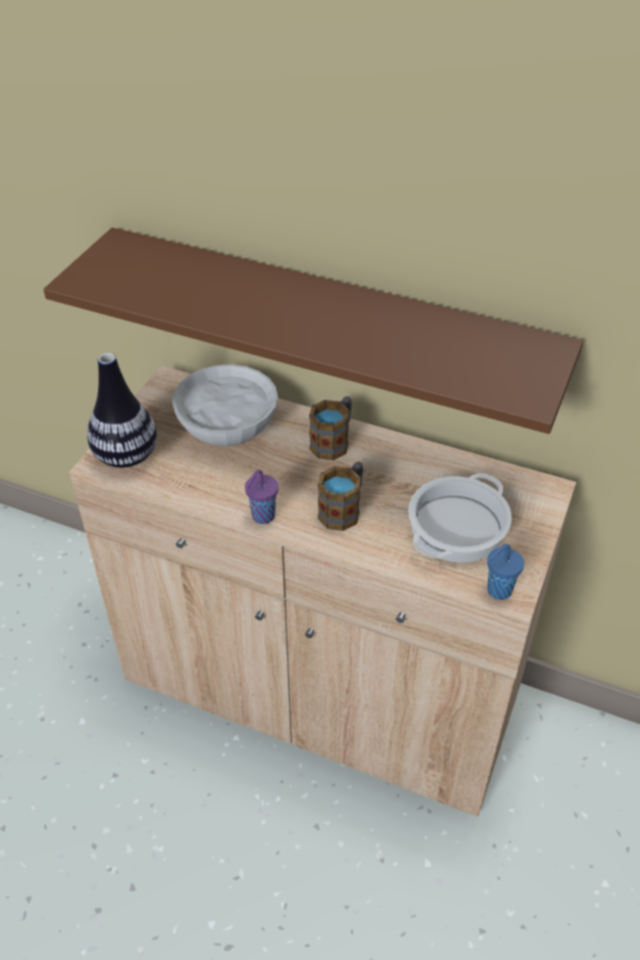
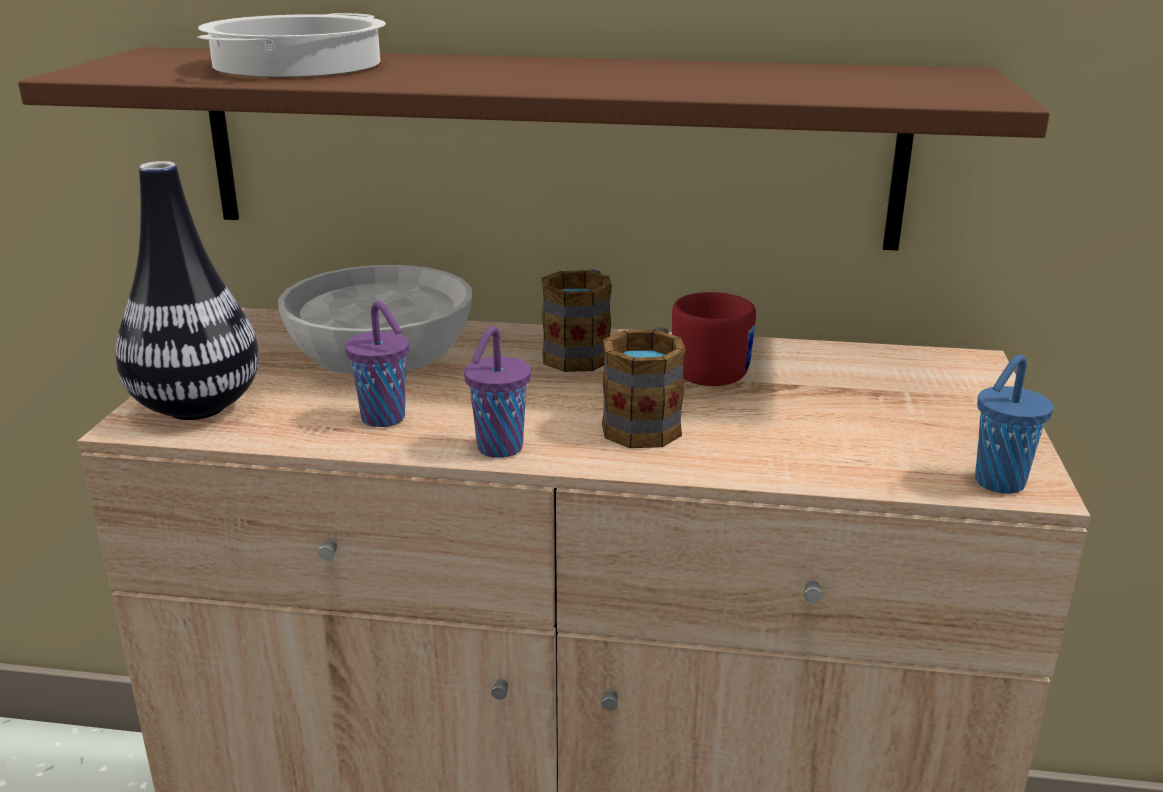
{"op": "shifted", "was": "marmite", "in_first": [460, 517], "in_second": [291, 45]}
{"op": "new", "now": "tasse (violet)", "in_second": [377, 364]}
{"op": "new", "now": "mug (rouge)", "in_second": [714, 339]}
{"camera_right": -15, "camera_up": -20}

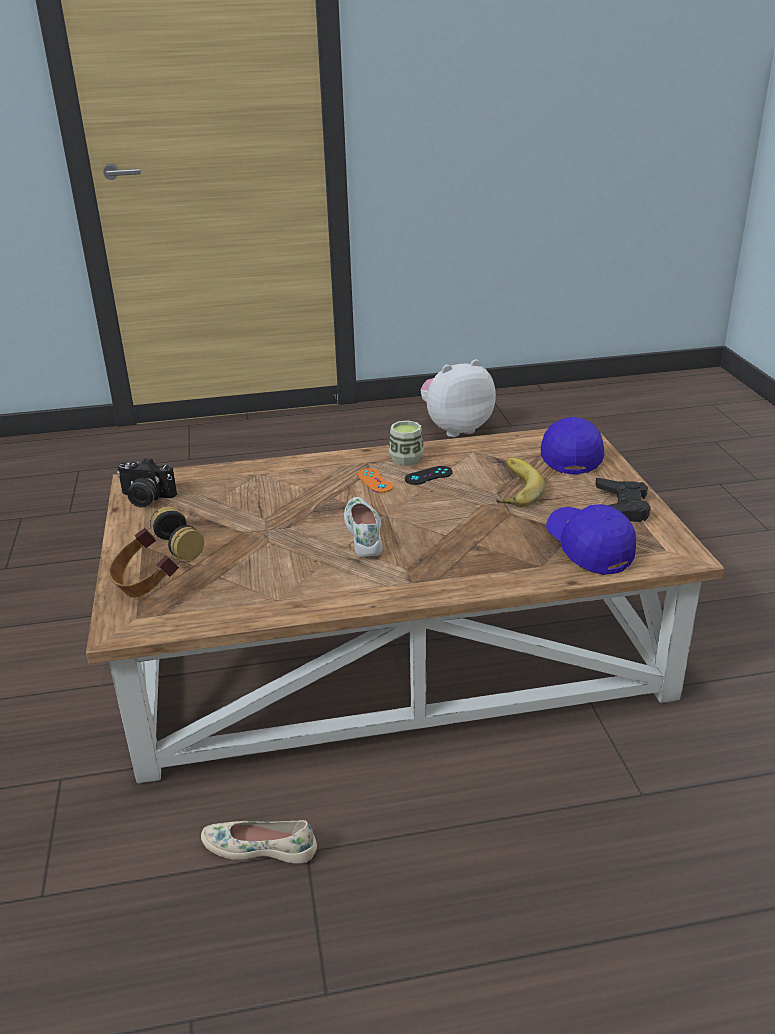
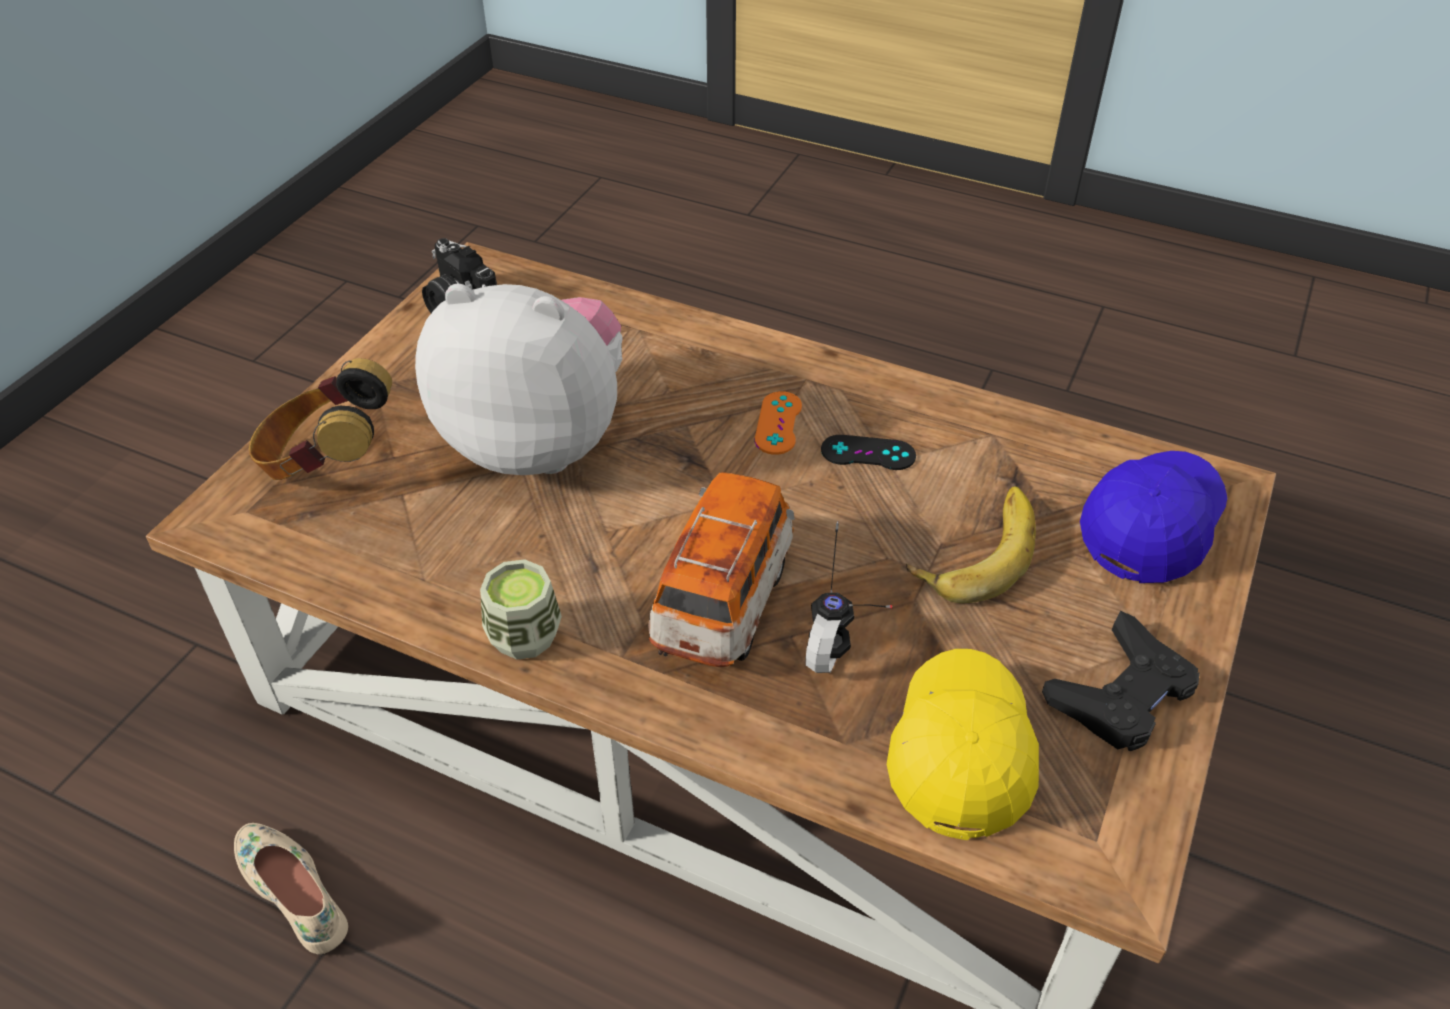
{"op": "gone", "was": "chaussure (blanc)", "in_first": [363, 527]}
{"op": "shifted", "was": "tasse", "in_first": [406, 443], "in_second": [521, 609]}
{"op": "shifted", "was": "peluche", "in_first": [458, 398], "in_second": [519, 379]}
{"op": "repainted", "was": "casquette (bleu)", "now": "casquette (jaune)", "in_first": [591, 539], "in_second": [962, 744]}
{"op": "new", "now": "petite voiture", "in_second": [721, 569]}
{"op": "new", "now": "casque audio", "in_second": [848, 597]}
{"camera_right": 35, "camera_up": 15}

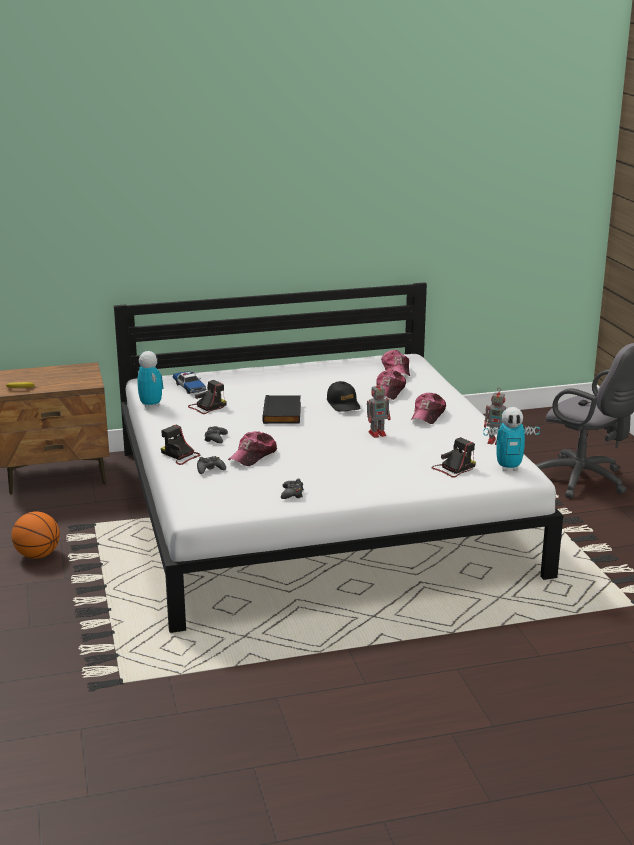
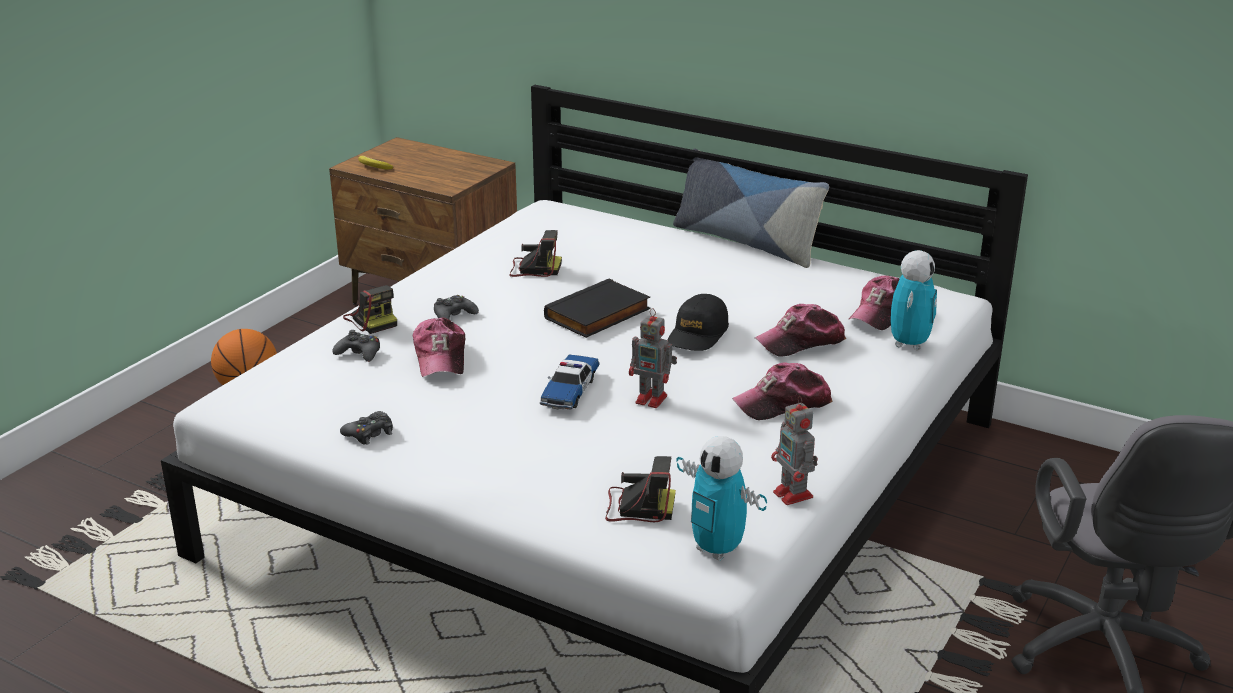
{"op": "shifted", "was": "robot jouet", "in_first": [150, 379], "in_second": [914, 300]}
{"op": "rotated", "was": "appareil photo", "in_first": [180, 445], "in_second": [370, 309], "clockwise": 150}
{"op": "shifted", "was": "petite voiture", "in_first": [189, 382], "in_second": [569, 382]}
{"op": "rotated", "was": "casquette", "in_first": [252, 448], "in_second": [439, 347], "clockwise": -90}
{"op": "new", "now": "coussin", "in_second": [751, 208]}
{"camera_right": 45, "camera_up": 5}

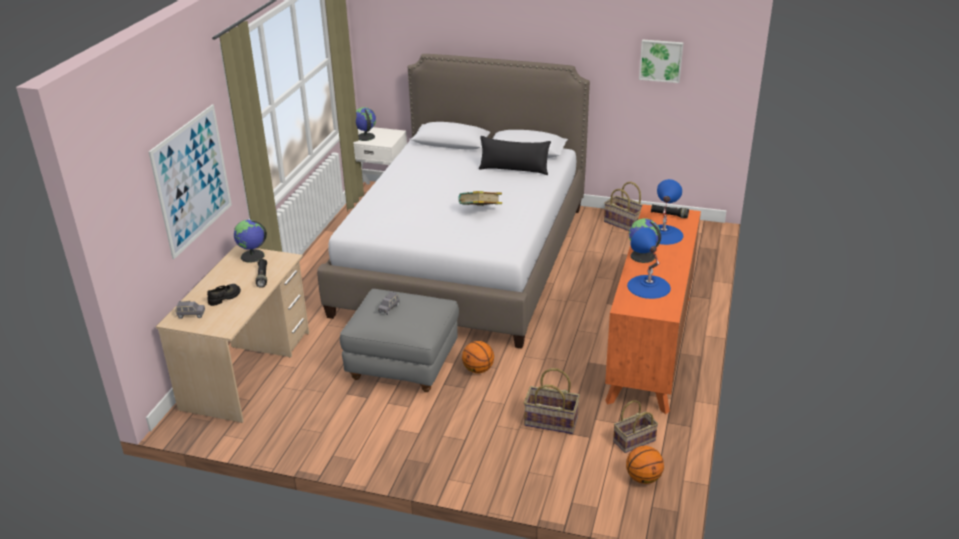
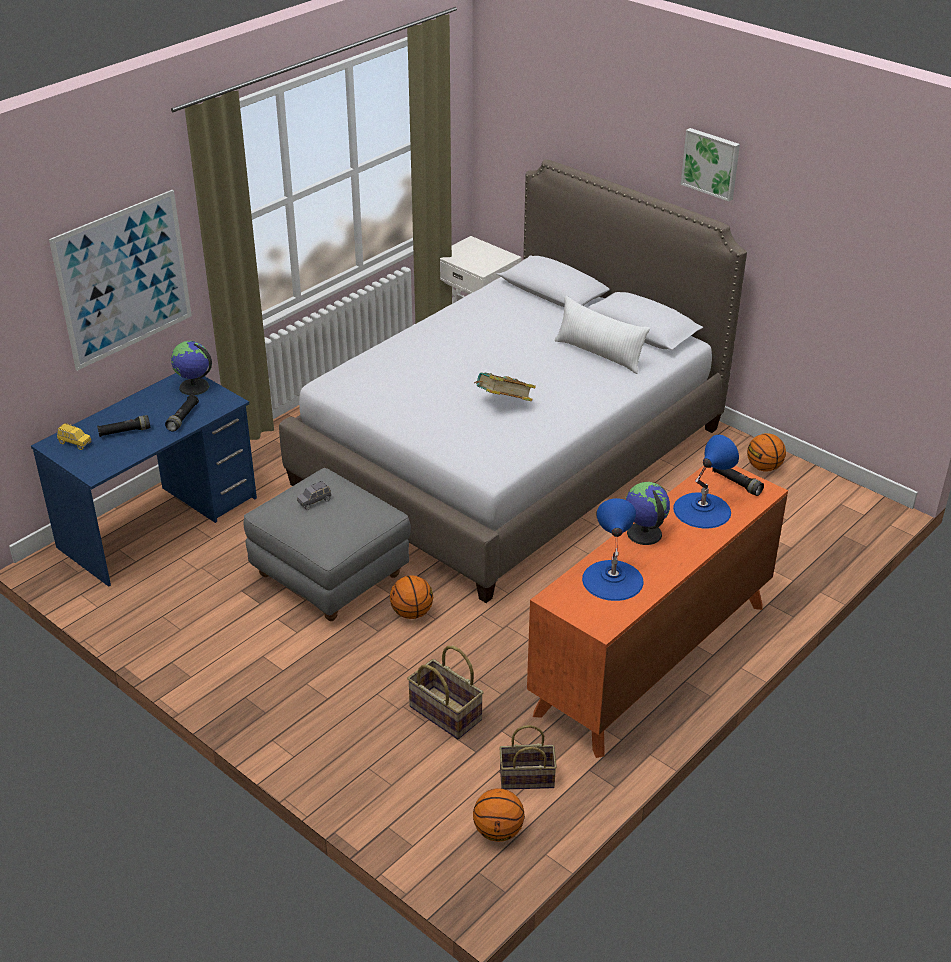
{"op": "repainted", "was": "bureau (beige)", "now": "bureau (bleu)", "in_first": [232, 334], "in_second": [144, 480]}
{"op": "repainted", "was": "petite voiture (gris)", "now": "petite voiture (jaune)", "in_first": [190, 310], "in_second": [74, 436]}
{"op": "swapped", "was": "chaussure (noir)", "now": "lampe de poche (noir)", "in_first": [224, 295], "in_second": [123, 426]}
{"op": "gone", "was": "globe", "in_first": [366, 124]}
{"op": "repainted", "was": "coussin (noir)", "now": "coussin (blanc)", "in_first": [515, 155], "in_second": [602, 335]}
{"op": "swapped", "was": "panier", "now": "ballon de basket", "in_first": [623, 206], "in_second": [766, 452]}
{"op": "shifted", "was": "tableau", "in_first": [661, 61], "in_second": [710, 165]}
{"camera_right": 25, "camera_up": 5}

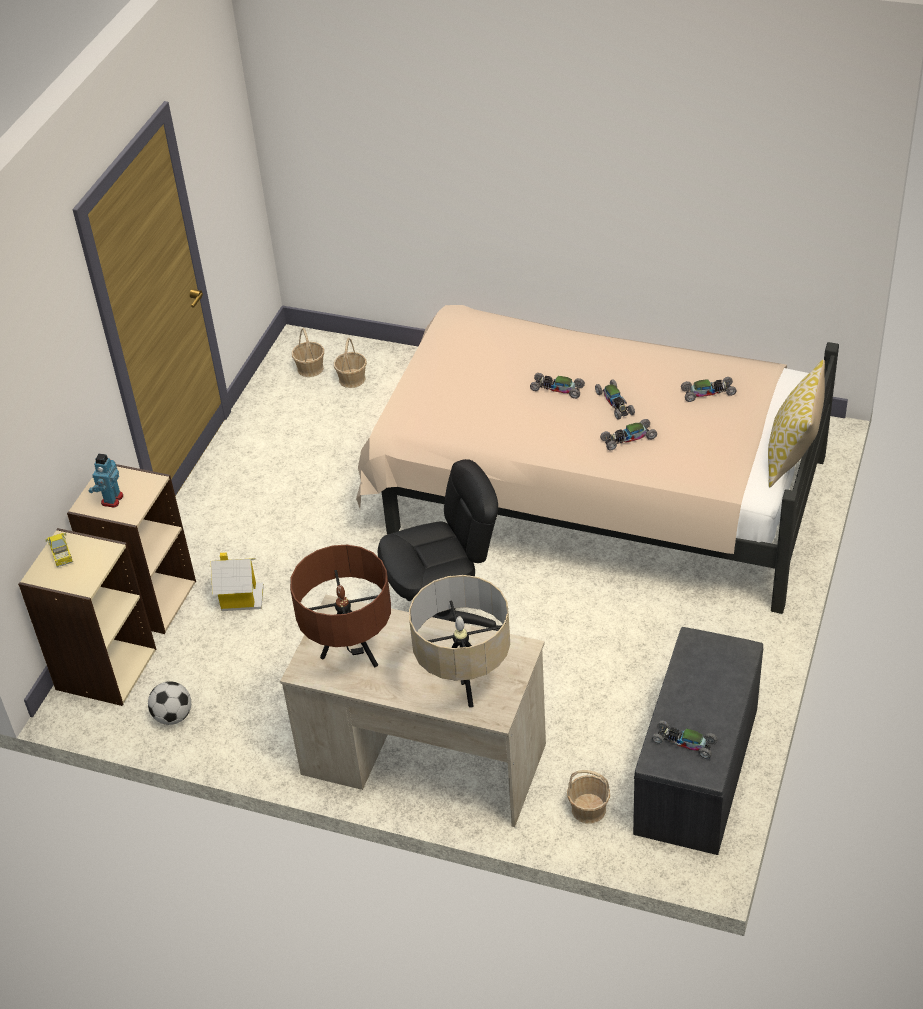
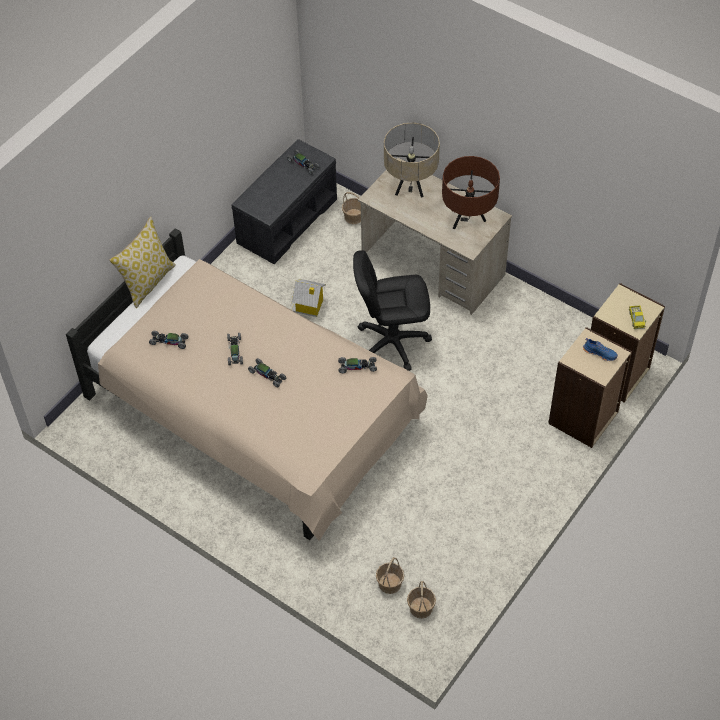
{"op": "swapped", "was": "robot jouet", "now": "chaussure (bleu)", "in_first": [106, 480], "in_second": [600, 349]}
{"op": "gone", "was": "ballon de foot", "in_first": [169, 703]}
{"op": "shifted", "was": "maison miniature", "in_first": [237, 582], "in_second": [309, 298]}
{"op": "shifted", "was": "petite voiture", "in_first": [628, 435], "in_second": [357, 365]}
{"camera_right": -165, "camera_up": 10}

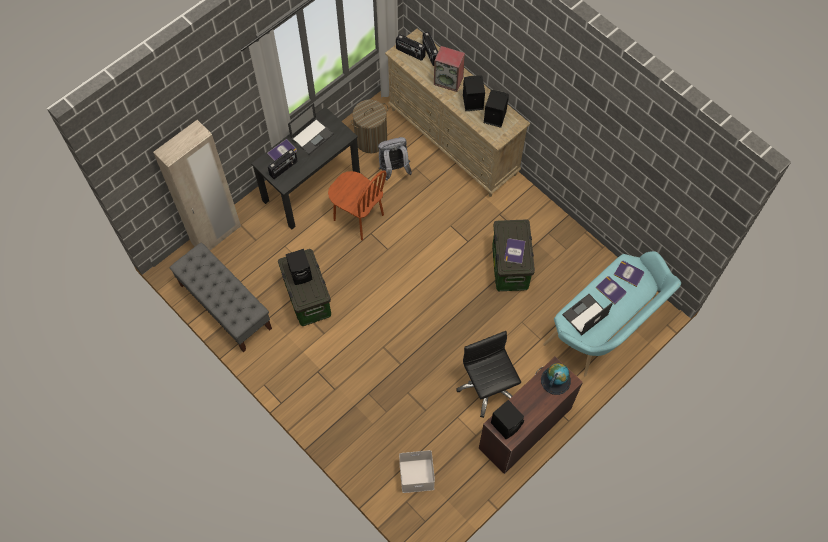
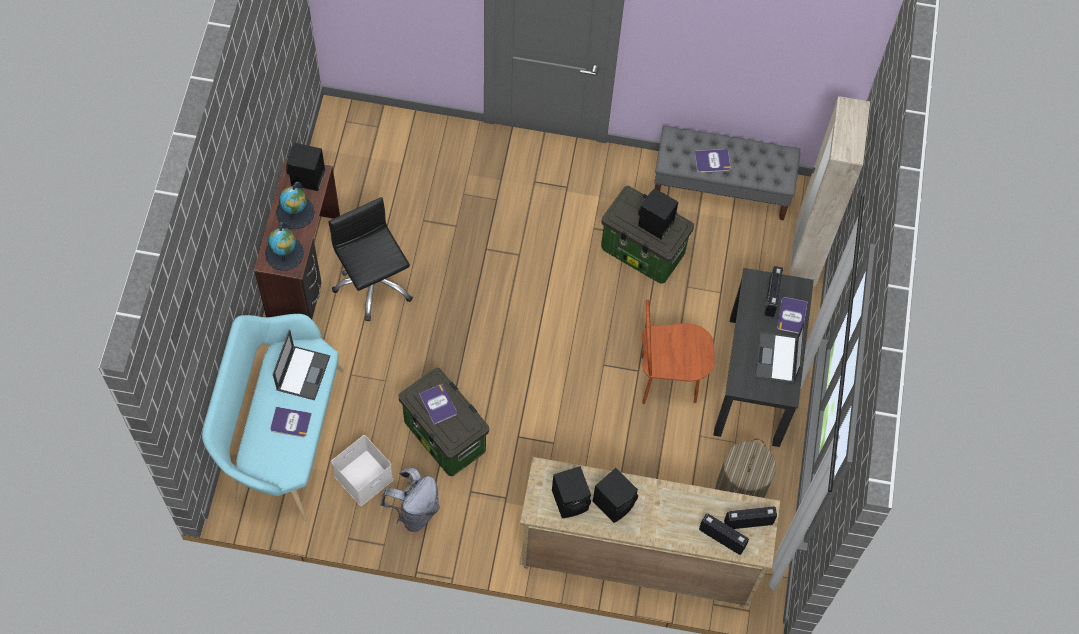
{"op": "shifted", "was": "sac à dos (gris)", "in_first": [395, 159], "in_second": [410, 500]}
{"op": "shifted", "was": "boîte de rangement (blanc)", "in_first": [417, 471], "in_second": [362, 470]}
{"op": "gone", "was": "enceinte", "in_first": [449, 69]}
{"op": "rotated", "was": "chaise de bureau (noir)", "in_first": [488, 374], "in_second": [370, 259], "clockwise": -150}
{"op": "shifted", "was": "livre", "in_first": [629, 274], "in_second": [712, 161]}
{"op": "new", "now": "globe", "in_second": [295, 205]}
{"camera_right": 140, "camera_up": 0}

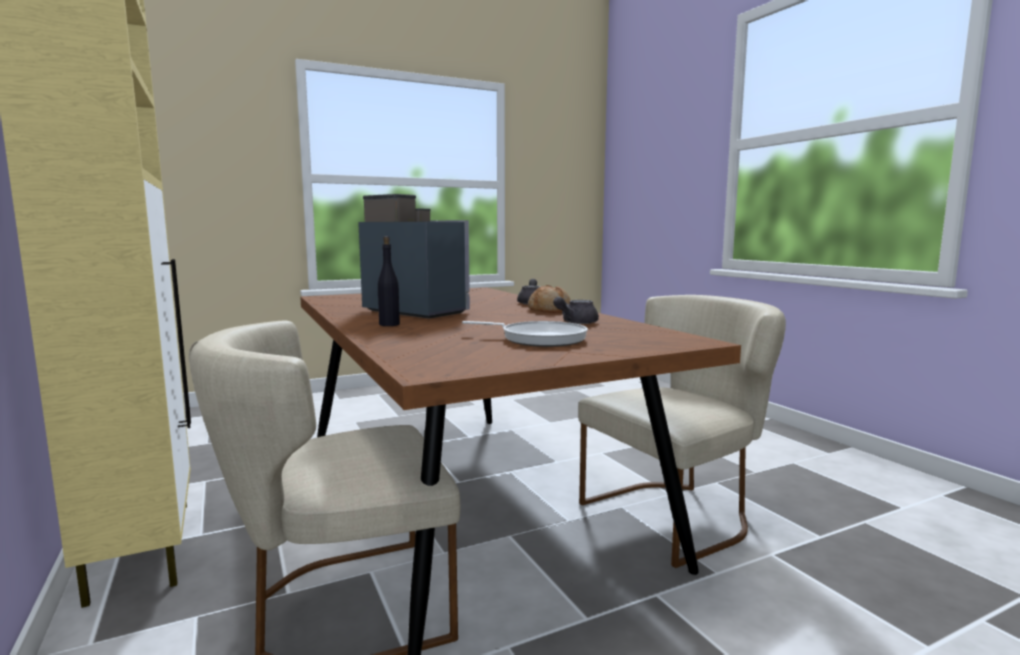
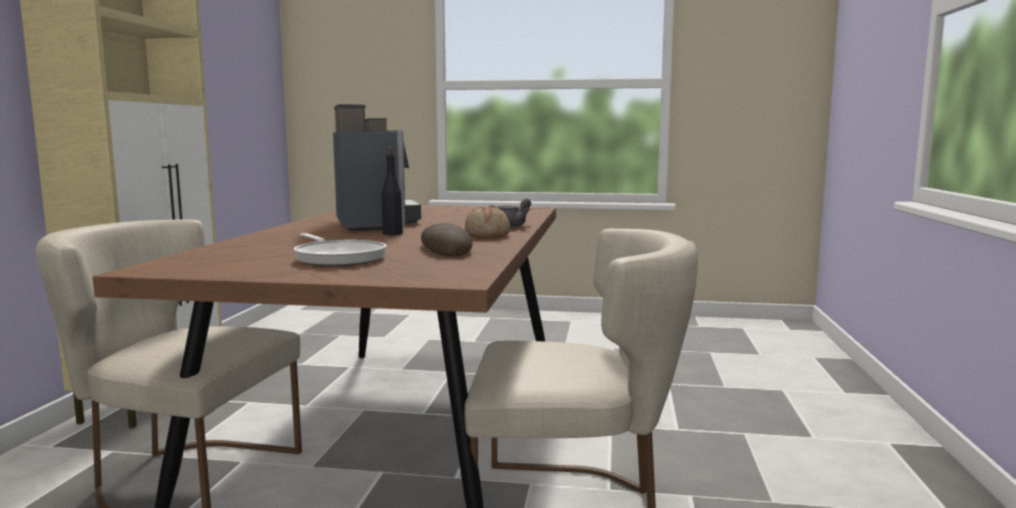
{"op": "shifted", "was": "bouteille (noir)", "in_first": [389, 281], "in_second": [392, 191]}
{"op": "swapped", "was": "théière (gris)", "now": "pain", "in_first": [576, 310], "in_second": [447, 239]}
{"camera_right": 35, "camera_up": 0}

